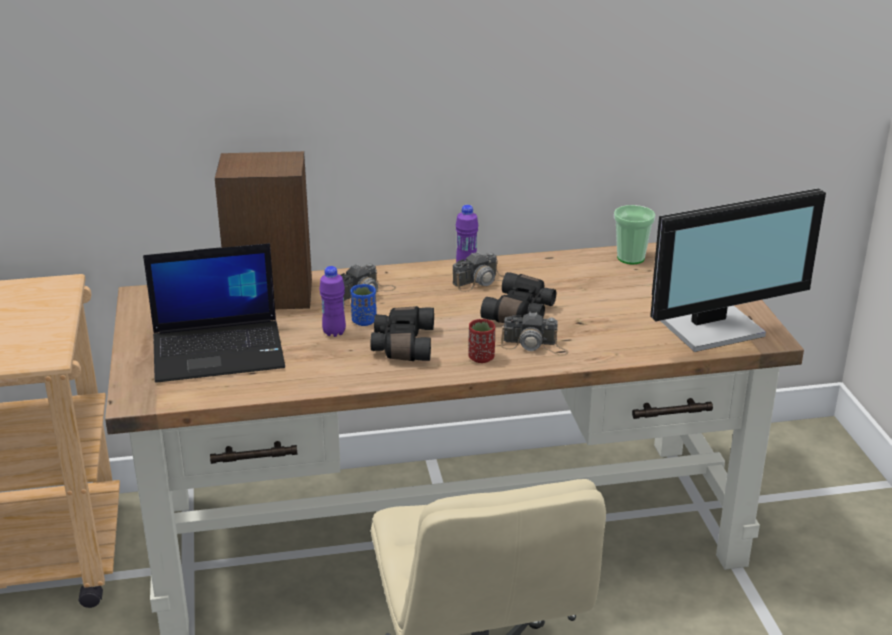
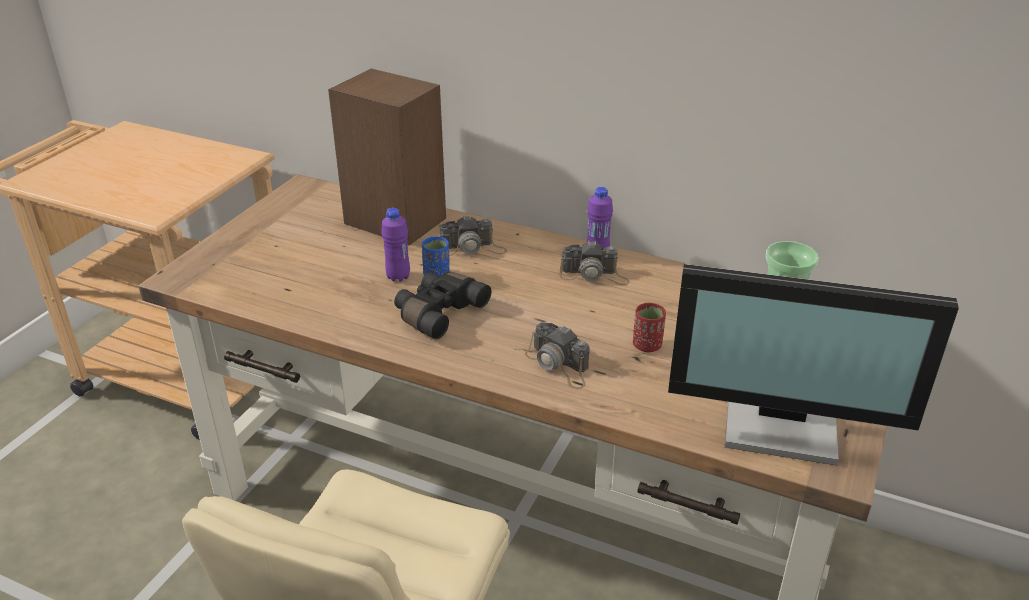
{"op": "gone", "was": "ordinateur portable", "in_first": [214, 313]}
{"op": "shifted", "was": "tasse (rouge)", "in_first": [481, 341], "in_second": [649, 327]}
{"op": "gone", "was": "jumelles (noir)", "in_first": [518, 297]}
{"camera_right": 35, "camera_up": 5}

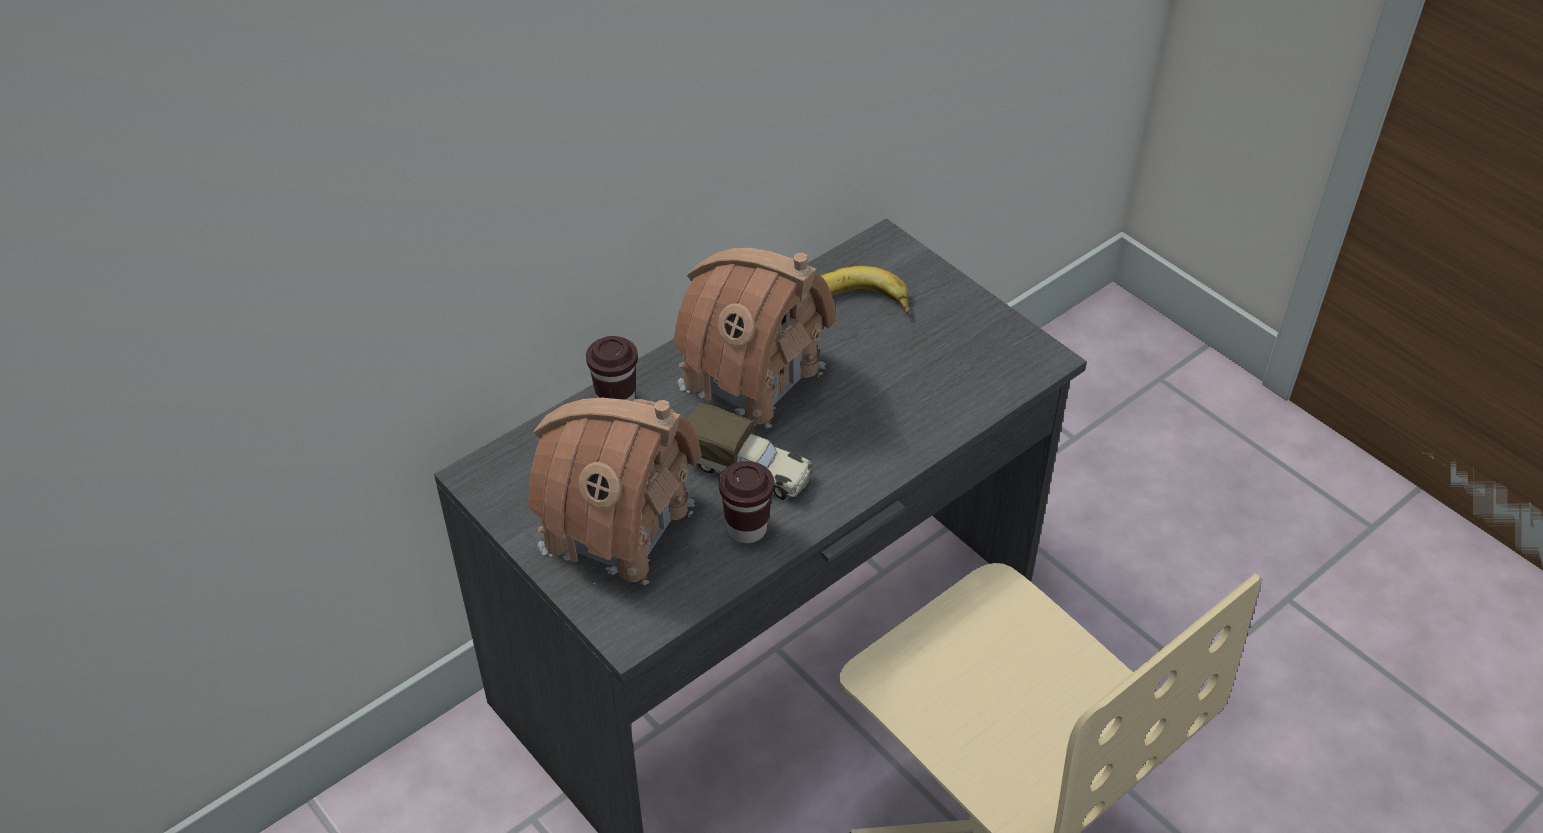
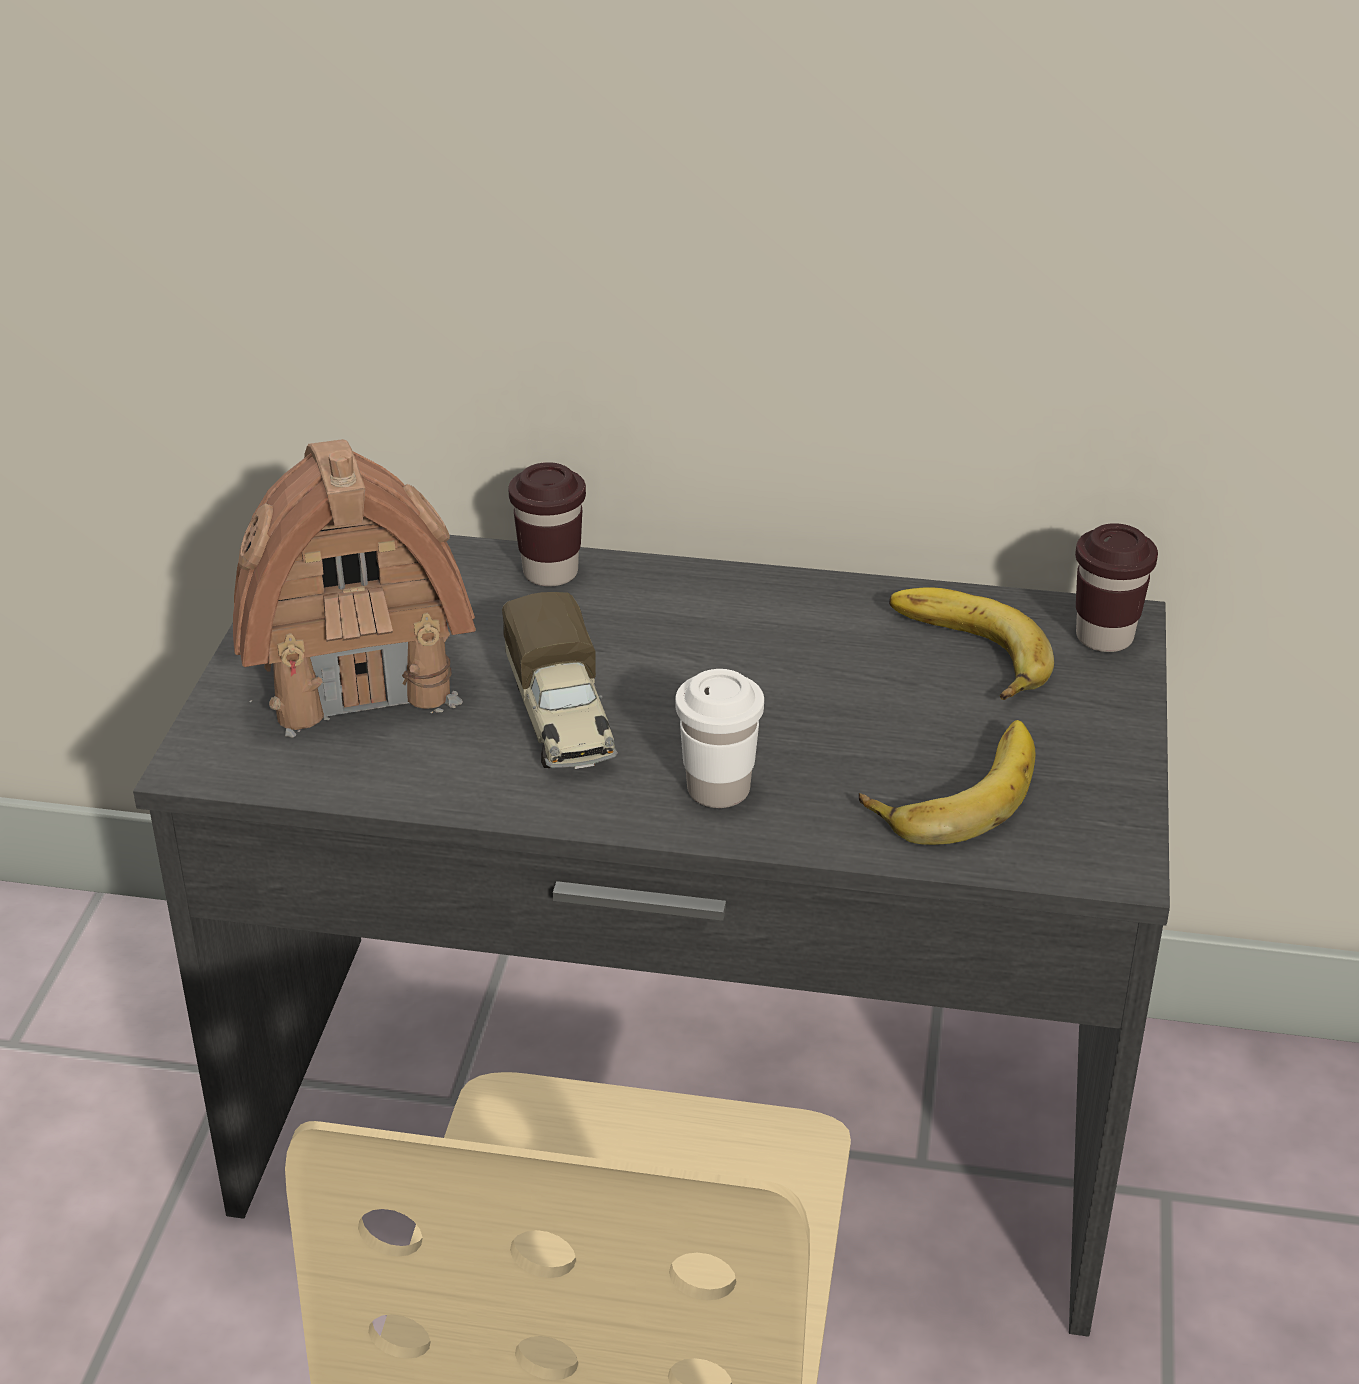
{"op": "gone", "was": "maison miniature", "in_first": [754, 338]}
{"op": "shifted", "was": "tasse (marron)", "in_first": [746, 502], "in_second": [1116, 587]}
{"op": "new", "now": "tasse (blanc)", "in_second": [719, 738]}
{"op": "new", "now": "banane", "in_second": [947, 782]}
{"camera_right": 50, "camera_up": -10}

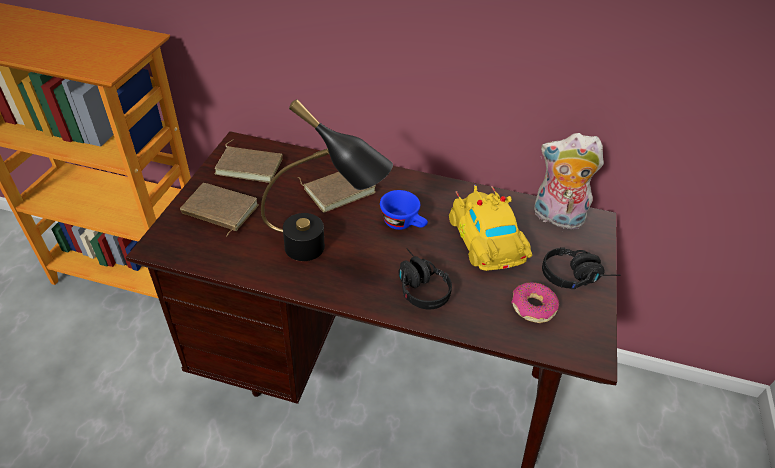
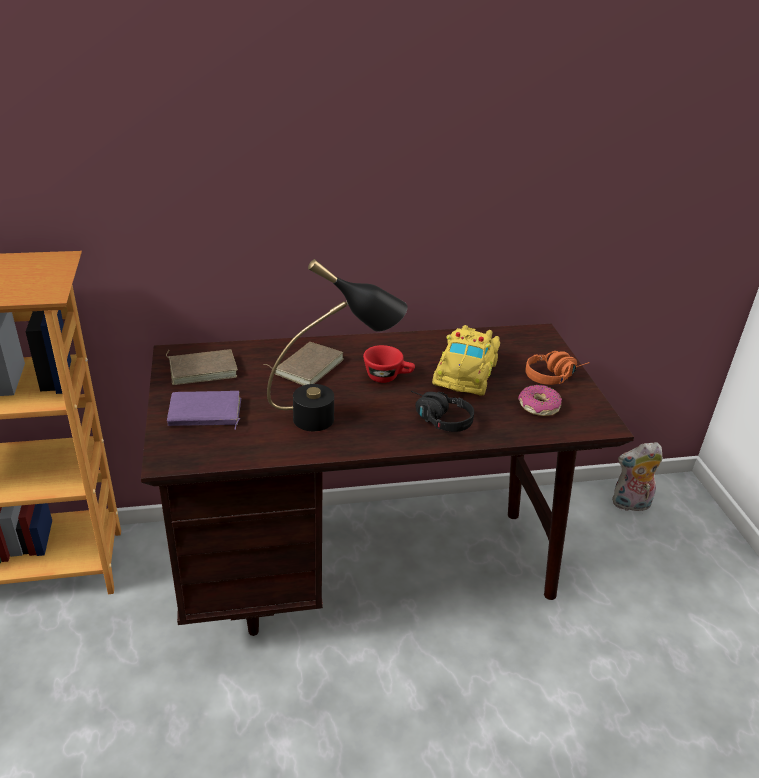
{"op": "repainted", "was": "livre (marron)", "now": "livre (violet)", "in_first": [219, 210], "in_second": [204, 410]}
{"op": "repainted", "was": "tasse (bleu)", "now": "tasse (rouge)", "in_first": [404, 210], "in_second": [389, 364]}
{"op": "rotated", "was": "petite voiture (jaune)", "in_first": [490, 228], "in_second": [466, 360], "clockwise": -120}
{"op": "shifted", "was": "peluche", "in_first": [569, 181], "in_second": [637, 477]}
{"op": "repainted", "was": "casque audio (noir)", "now": "casque audio (orange)", "in_first": [581, 268], "in_second": [557, 368]}
{"camera_right": -25, "camera_up": -10}

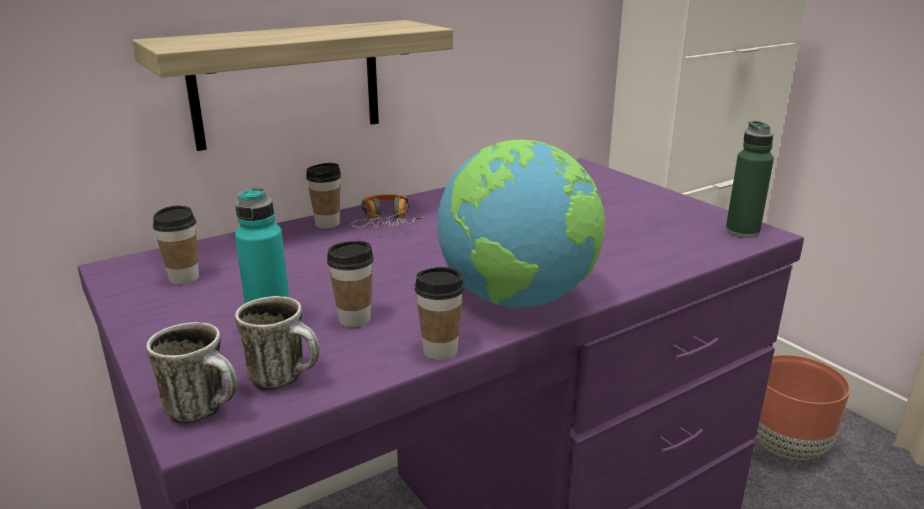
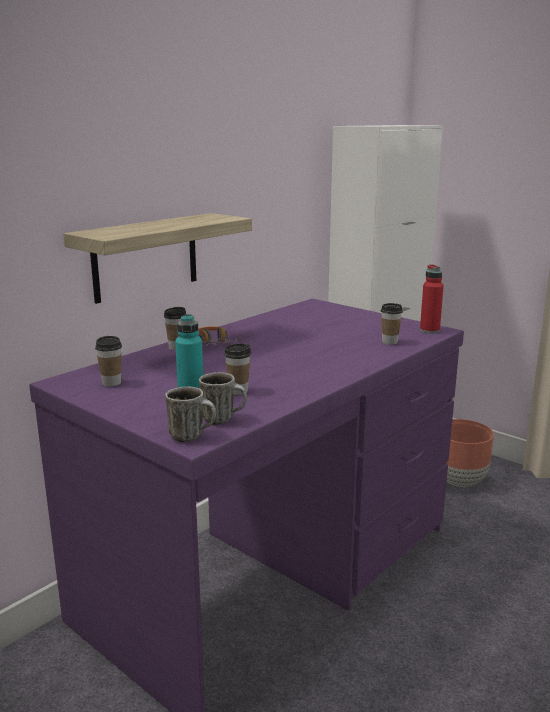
{"op": "shifted", "was": "tasse", "in_first": [440, 313], "in_second": [392, 324]}
{"op": "gone", "was": "globe", "in_first": [521, 224]}
{"op": "repainted", "was": "bouteille (vert)", "now": "bouteille (rouge)", "in_first": [750, 179], "in_second": [432, 299]}
{"camera_right": -15, "camera_up": -5}

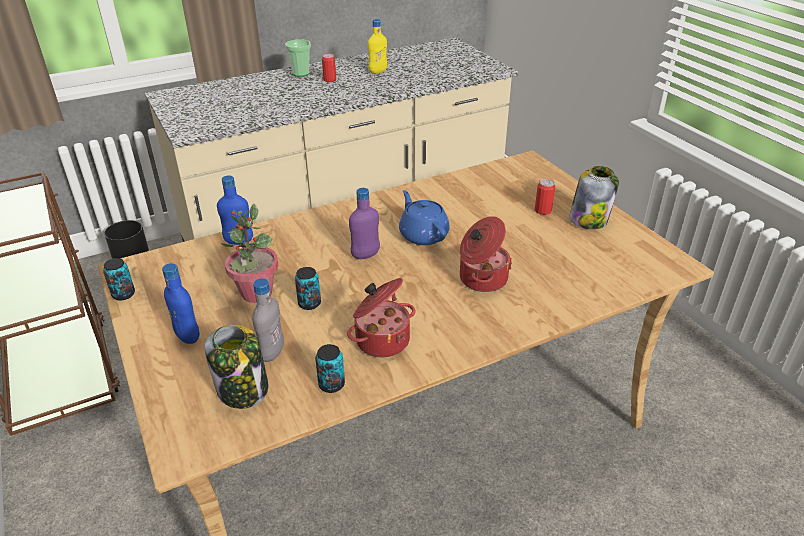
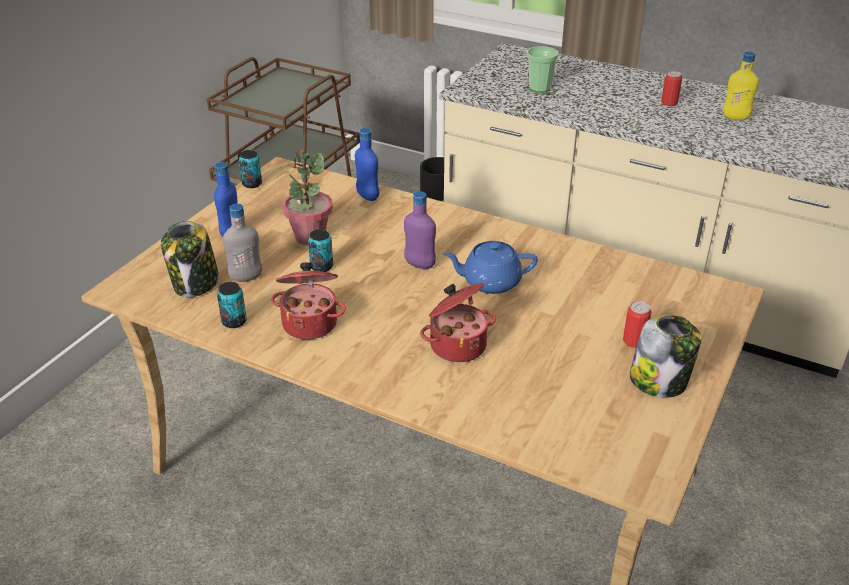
{"op": "shifted", "was": "tasse", "in_first": [298, 58], "in_second": [542, 69]}
{"op": "rotated", "was": "théière (bleu)", "in_first": [424, 217], "in_second": [490, 267], "clockwise": -120}
{"camera_right": 55, "camera_up": 0}

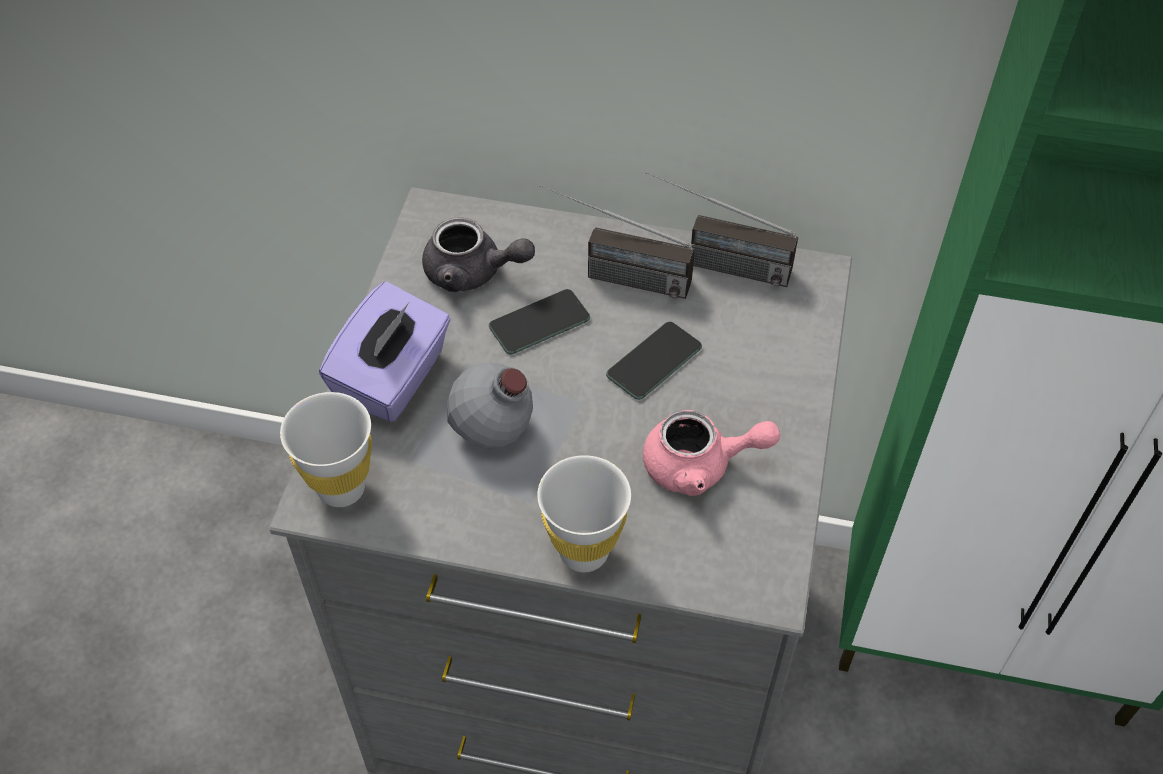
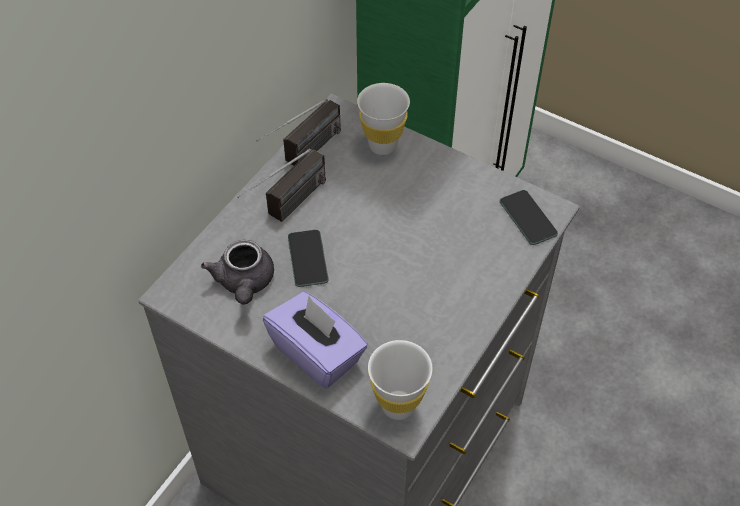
{"op": "gone", "was": "bouteille (gris)", "in_first": [496, 433]}
{"op": "rotated", "was": "théière (gris)", "in_first": [478, 254], "in_second": [237, 272], "clockwise": 135}
{"op": "shifted", "was": "tasse (blanc)", "in_first": [584, 513], "in_second": [383, 119]}
{"op": "shifted", "was": "téléphone", "in_first": [654, 361], "in_second": [529, 217]}
{"op": "gone", "was": "théière (rose)", "in_first": [711, 453]}
{"camera_right": -70, "camera_up": 0}

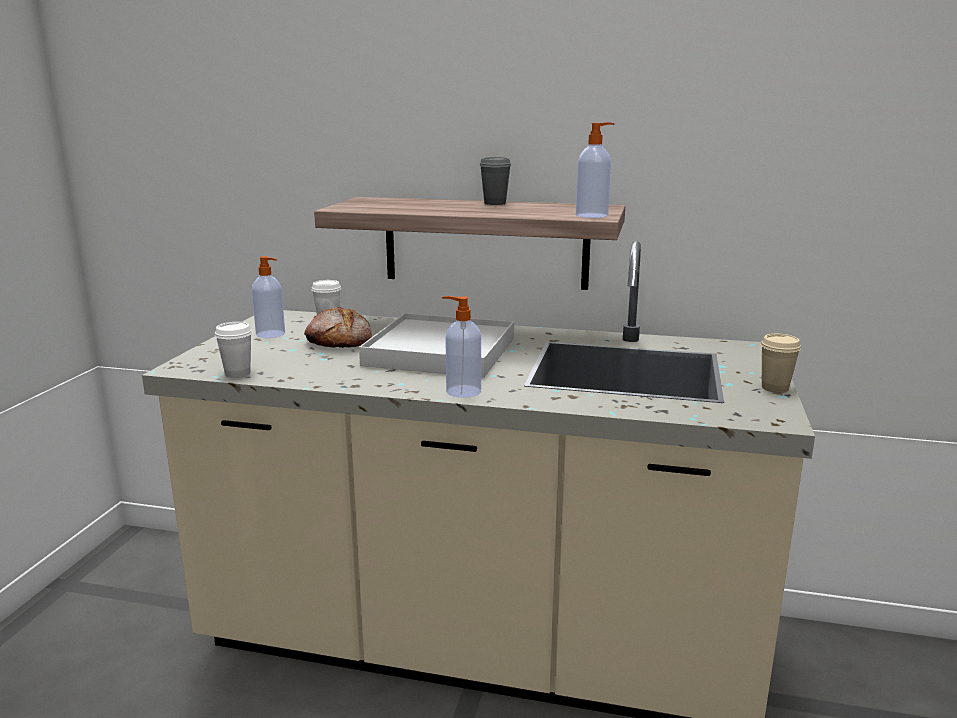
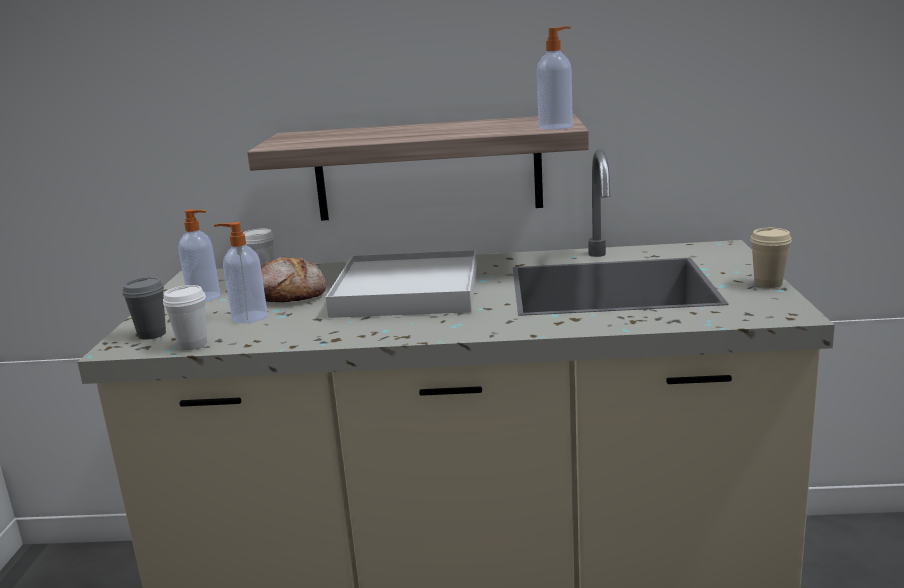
{"op": "shifted", "was": "distributeur de savon", "in_first": [461, 347], "in_second": [241, 272]}
{"op": "shifted", "was": "tasse (gris)", "in_first": [495, 181], "in_second": [144, 308]}
{"camera_right": -10, "camera_up": 0}

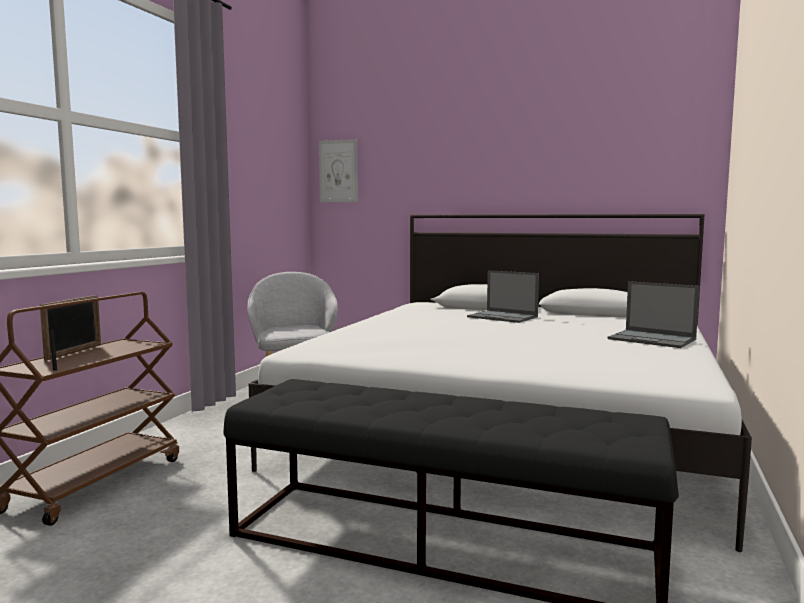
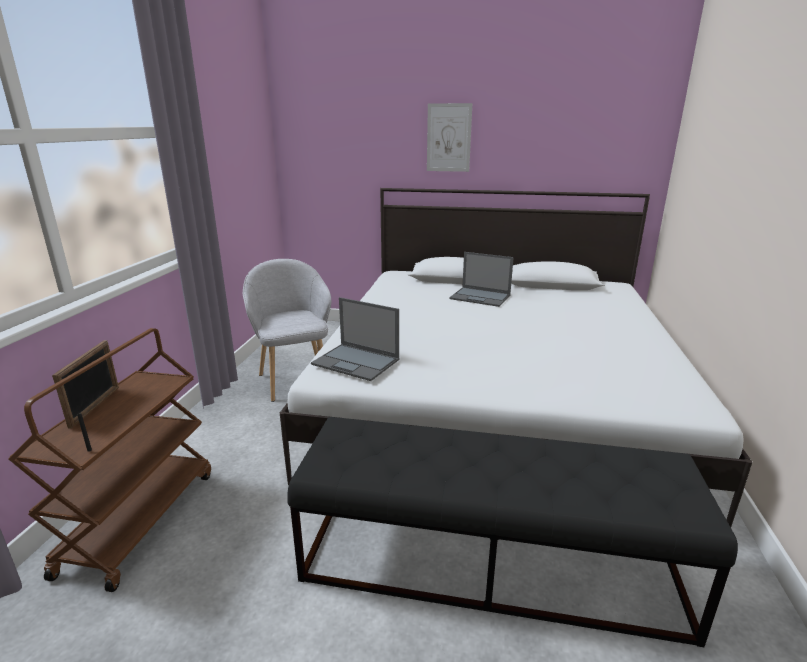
{"op": "shifted", "was": "tableau", "in_first": [338, 170], "in_second": [449, 137]}
{"op": "shifted", "was": "ordinateur portable", "in_first": [654, 314], "in_second": [355, 339]}
{"camera_right": -10, "camera_up": 15}

